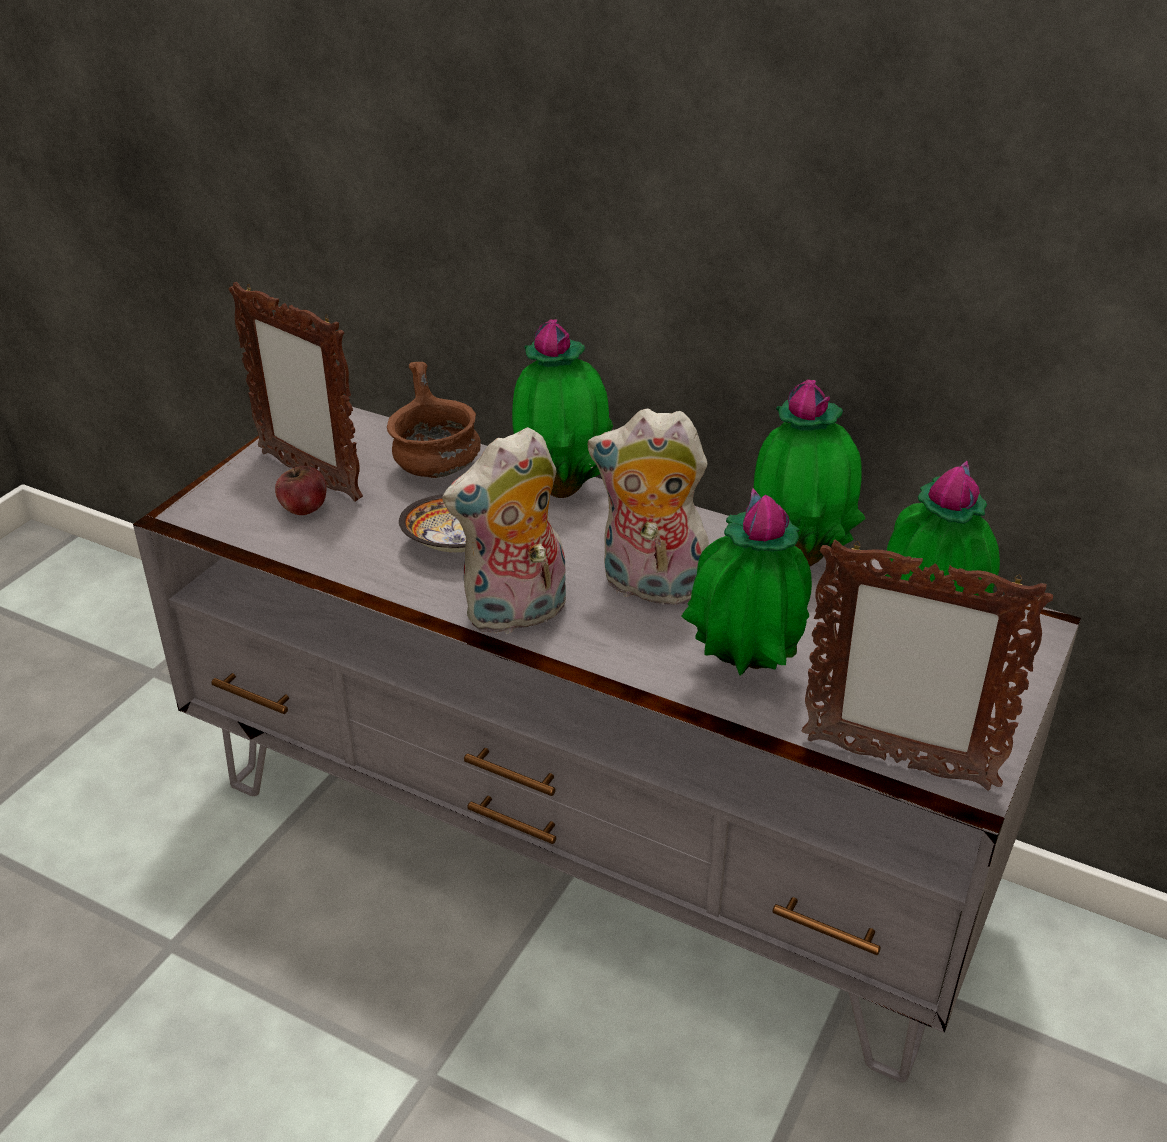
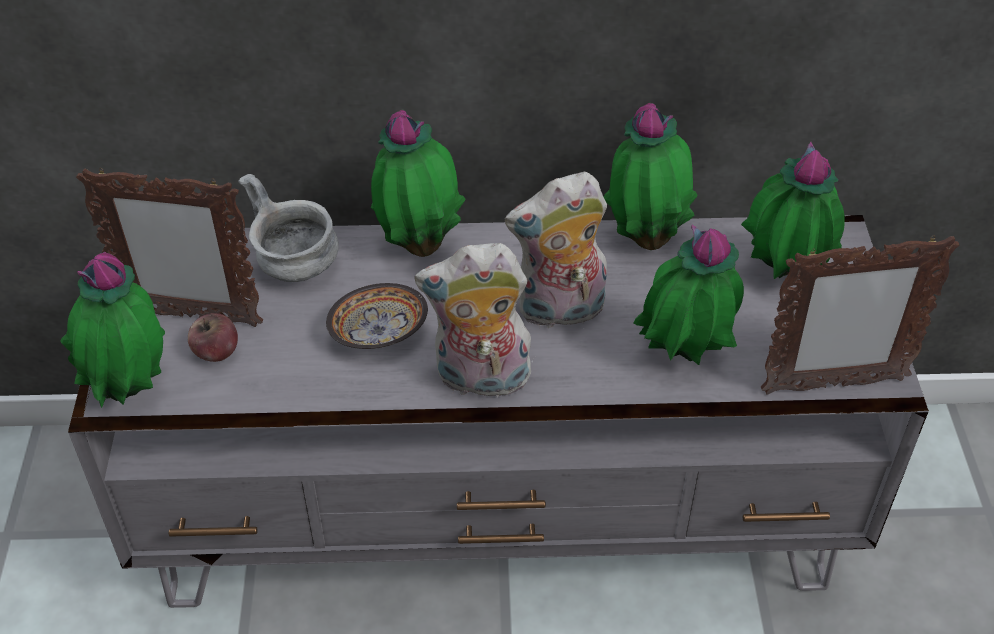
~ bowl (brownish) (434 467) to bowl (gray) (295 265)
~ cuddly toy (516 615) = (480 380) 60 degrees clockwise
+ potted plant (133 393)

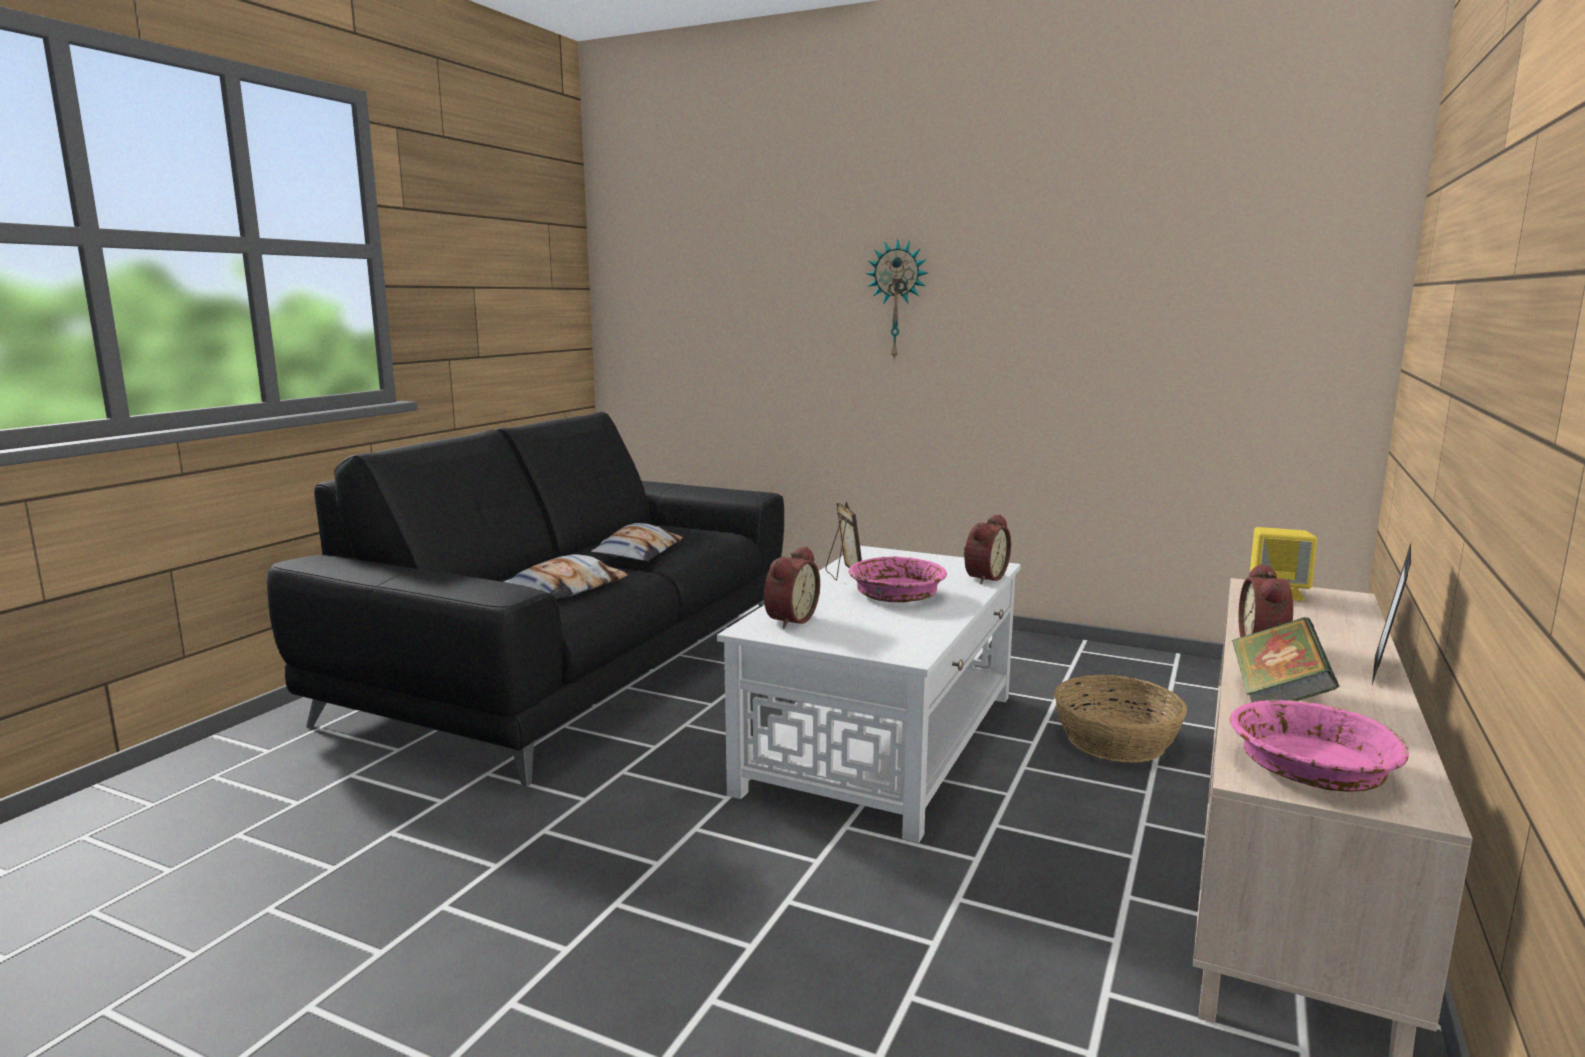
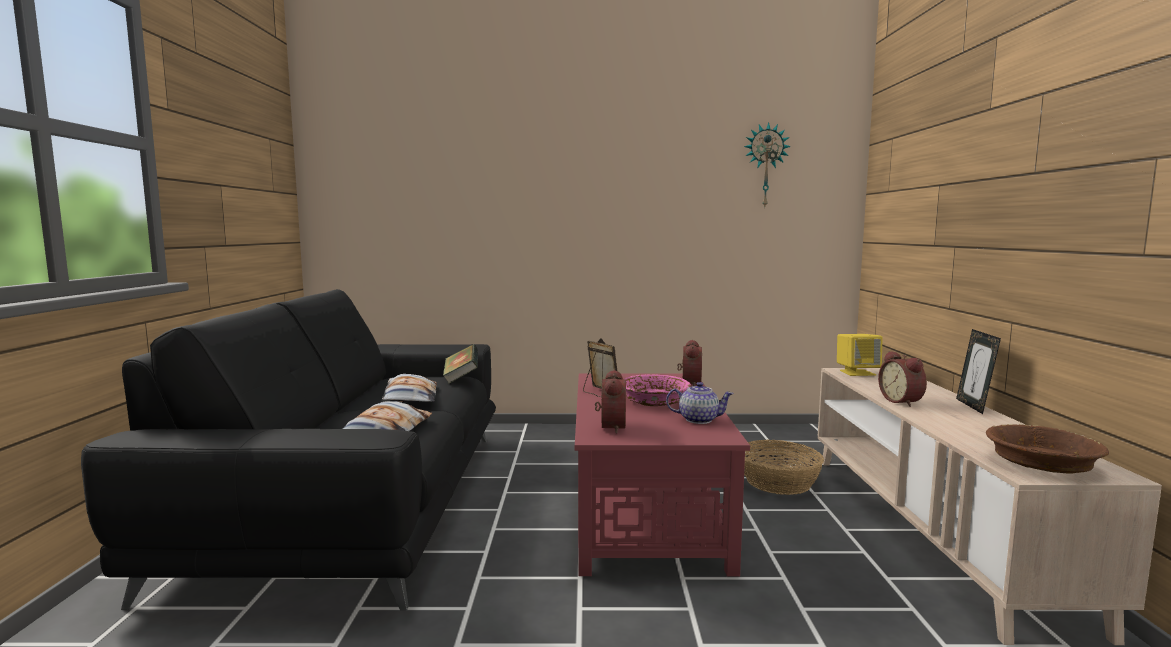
~ low table (white-coloured) (884 741) to low table (reddish) (646 510)
~ wall clock (897 300) to (765 166)
~ bowl (pinkish) (1312 770) to bowl (brownish) (1042 464)
~ bound book (1277 697) to (461 378)
+ pot for tea (698 419)

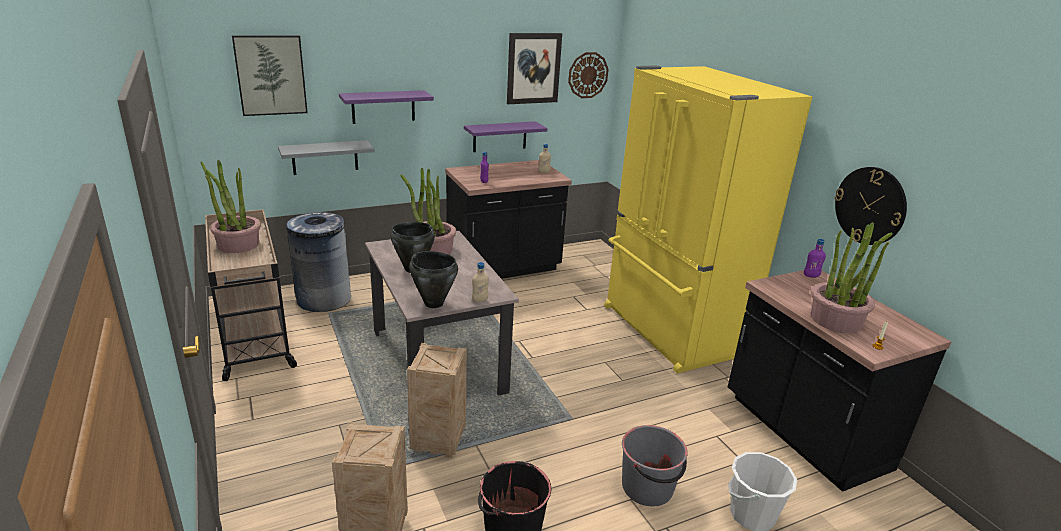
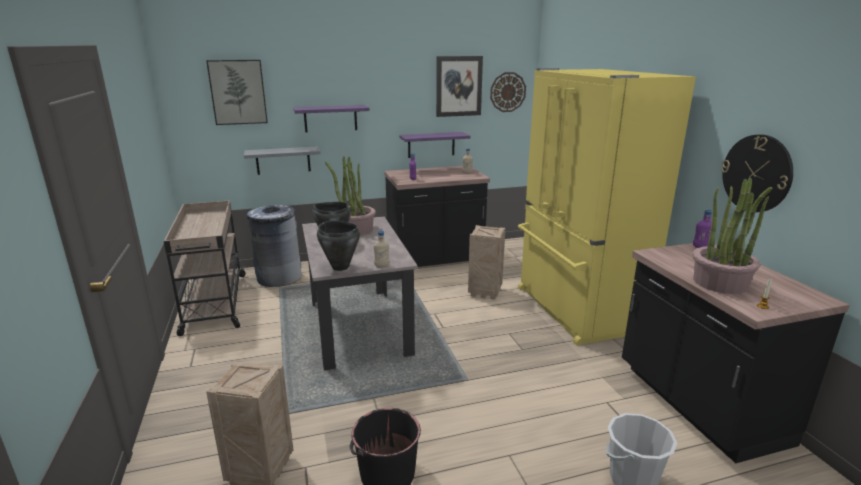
- potted plant (238 244)
~ crate (439 441) to (486 292)
- pail (gray) (648 488)

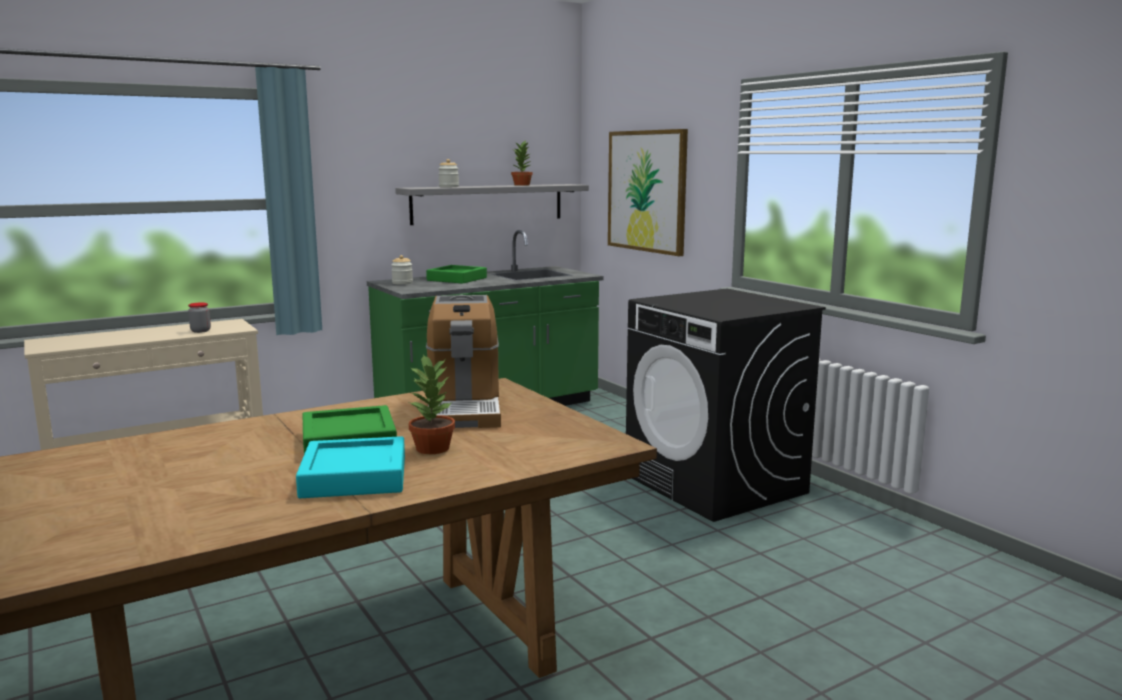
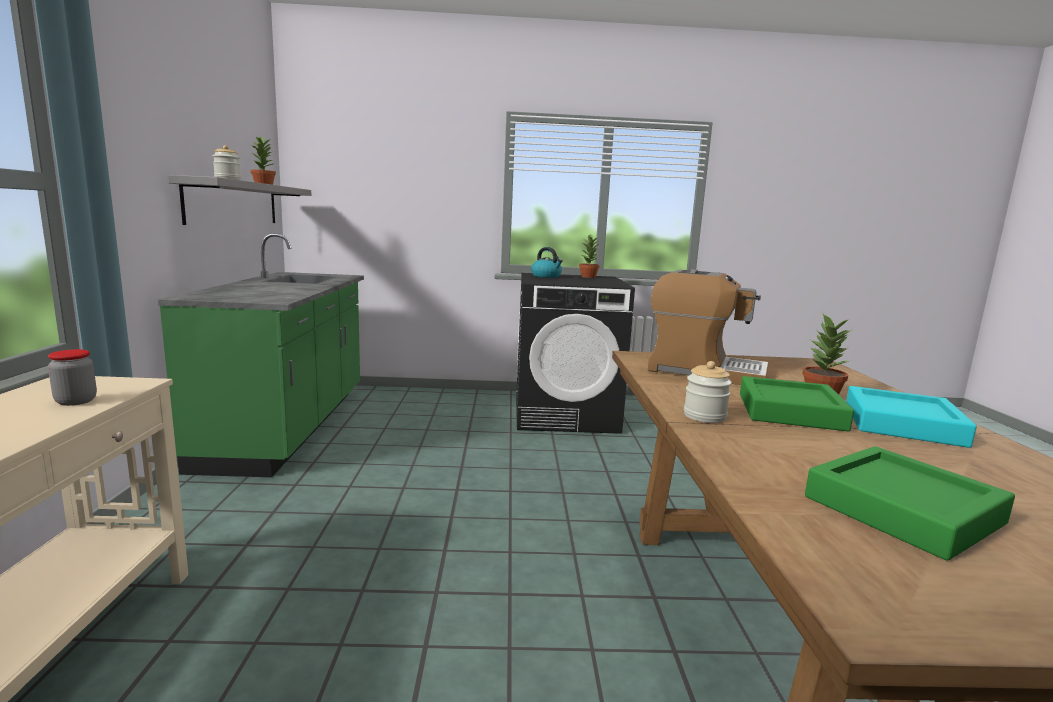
~ storage jar (402 283) to (704 416)
~ tray (green) (457 279) to (902 510)
- wall picture (647 191)
+ tea kettle (546 276)
+ potted plant (588 277)

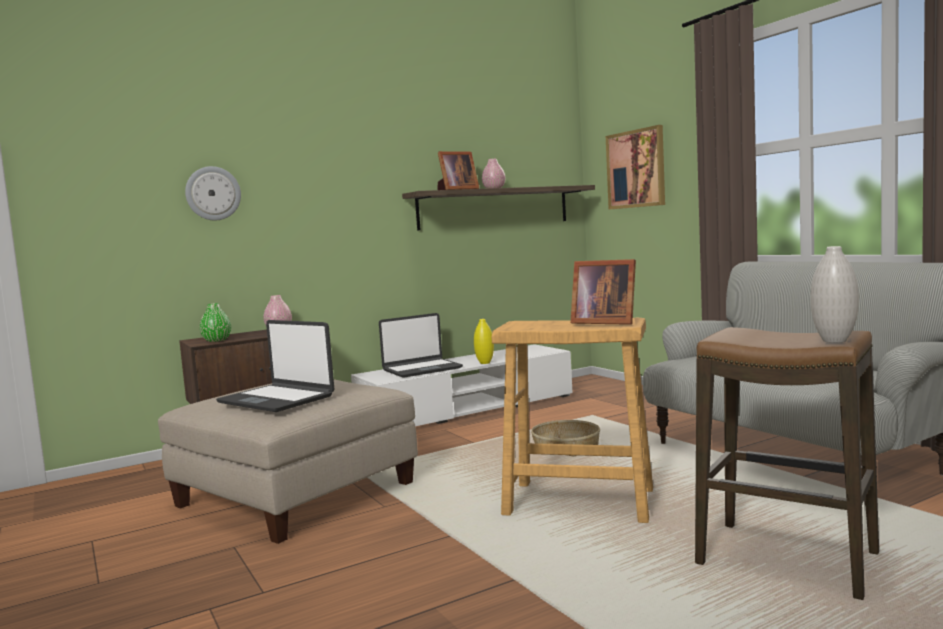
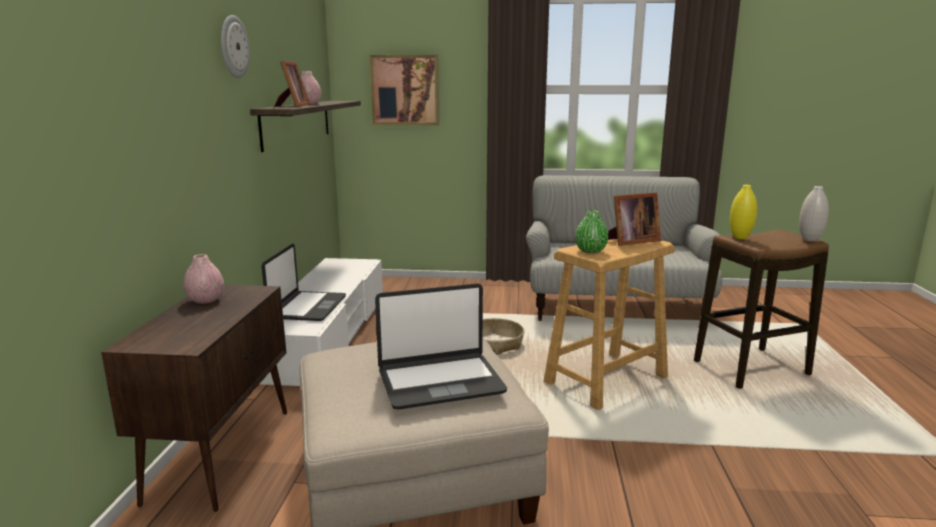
~ wall clock (213 193) to (233 47)
~ flower vase (green) (217 340) to (590 251)
~ flower vase (yellow-coloured) (485 363) to (740 237)

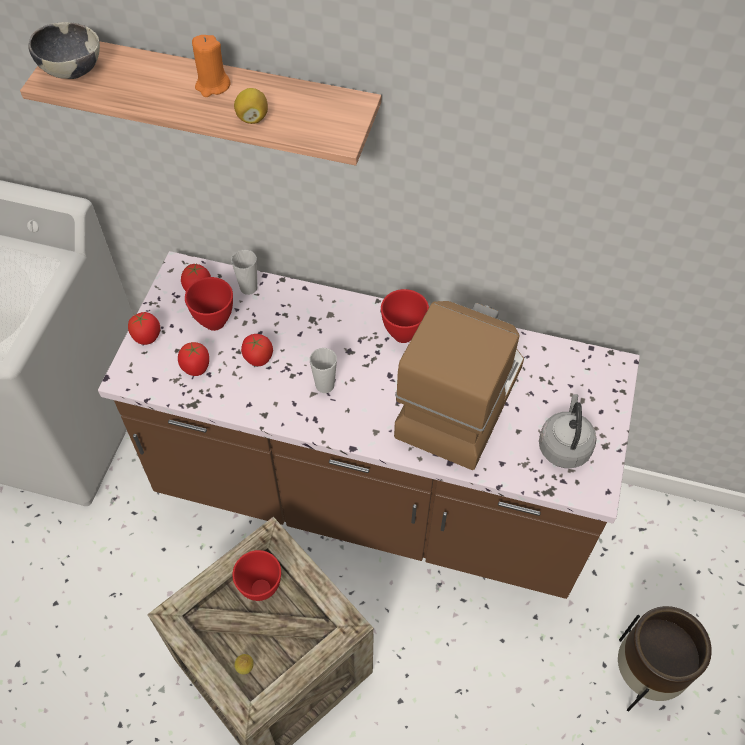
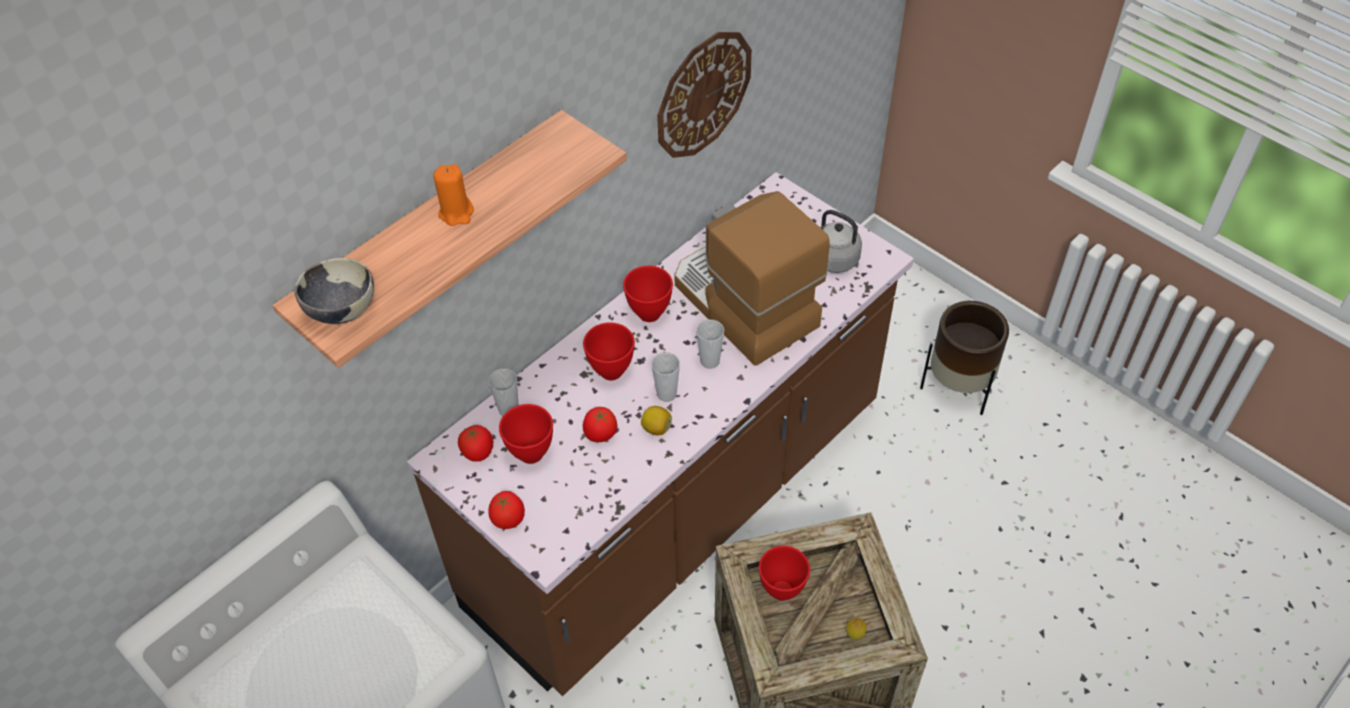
- tomato (196 367)
~ lemon (252 118) to (656 428)
+ bowl (reddish) (612 370)
+ wall clock (703 94)
+ drinking cup (710 361)

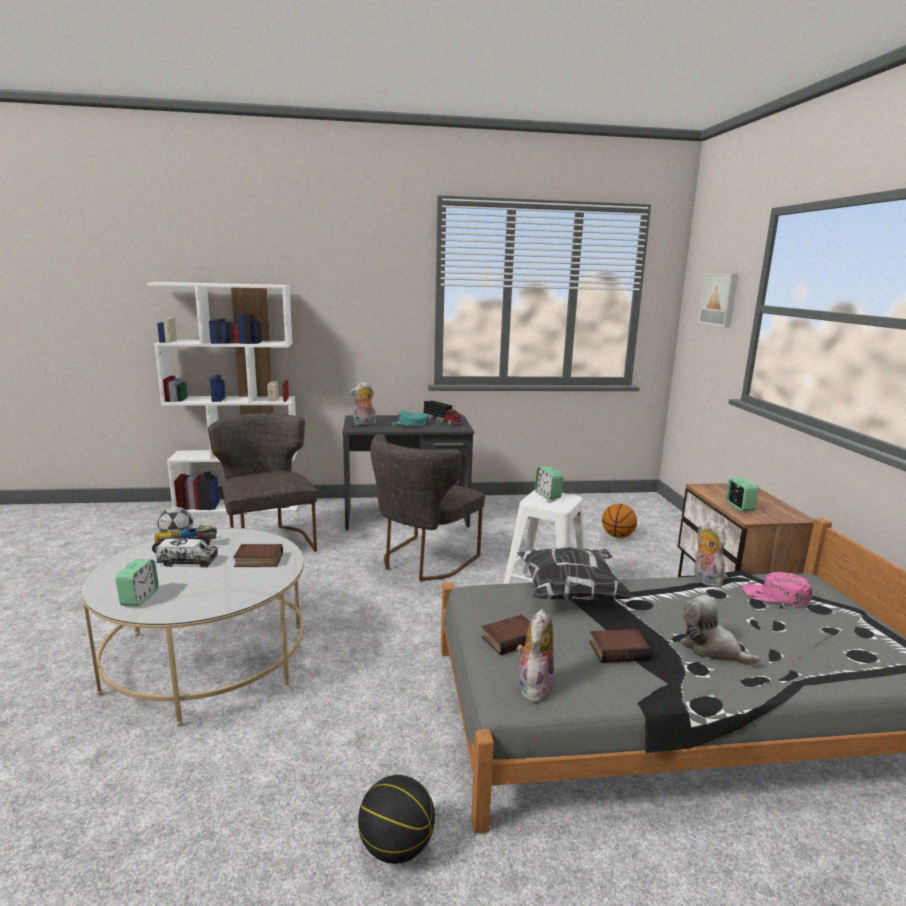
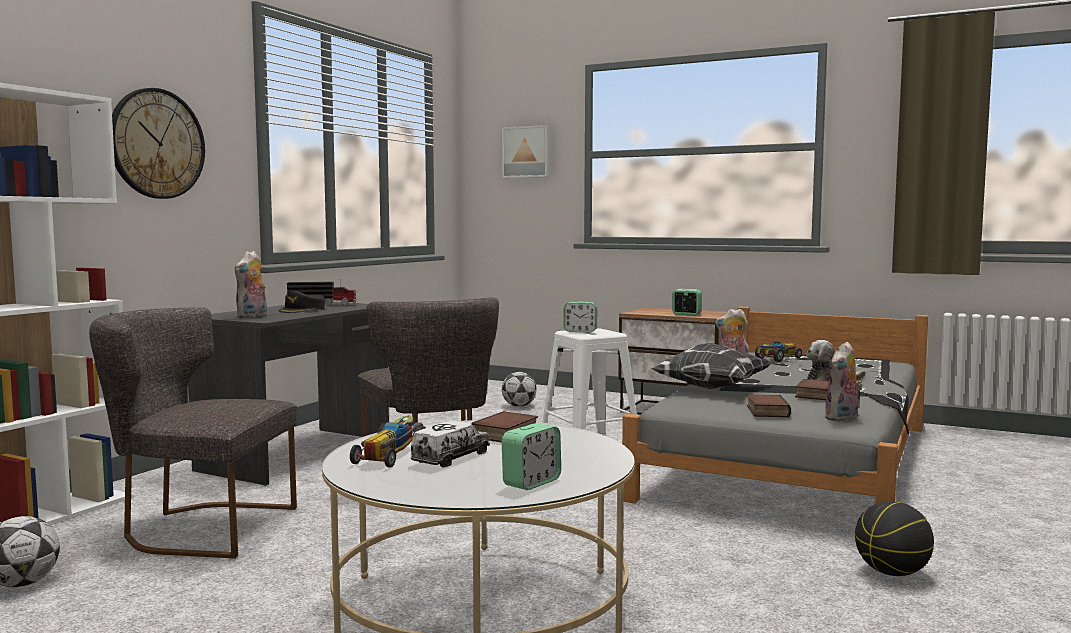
~ bedside clock (139 598) = (531 482) 90 degrees clockwise
~ cap (turquoise-coloured) (410 423) to cap (black) (302 310)
~ cuddly toy (533 686) = (842 418) 105 degrees counterclockwise
~ basketball ball (617 536) to ball for football (519 406)
~ cap (pinkish) (775 595) to model car (777 358)
+ wall clock (157 144)

